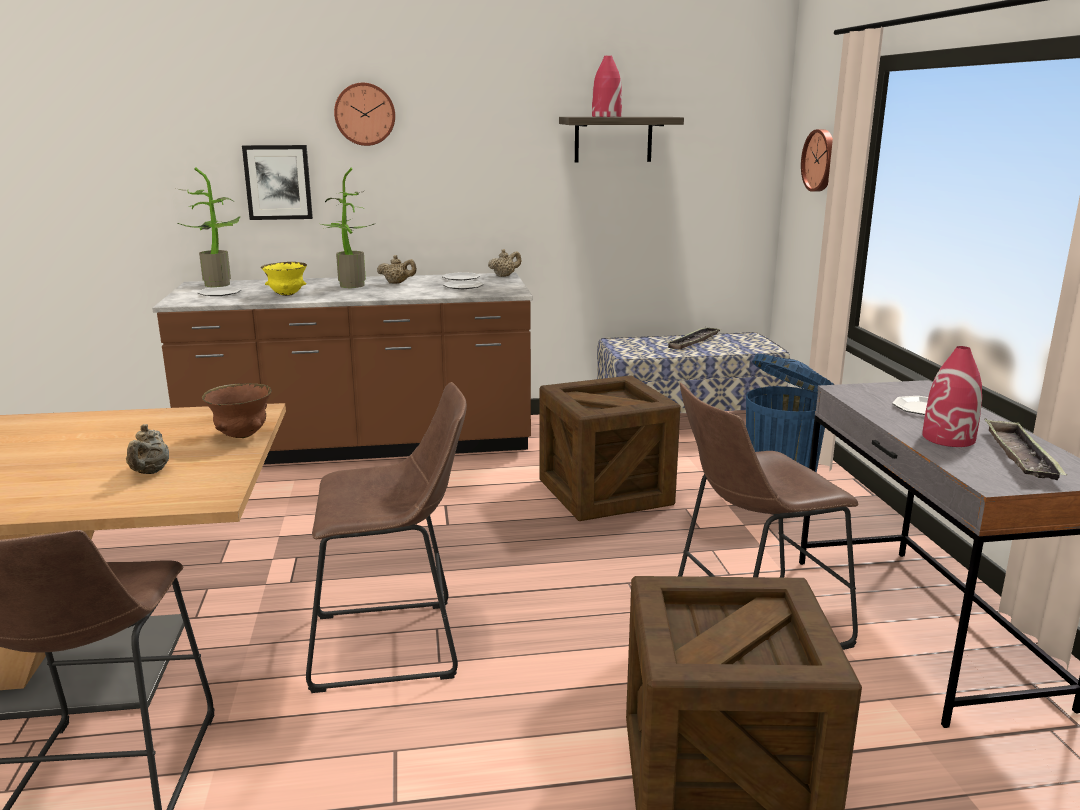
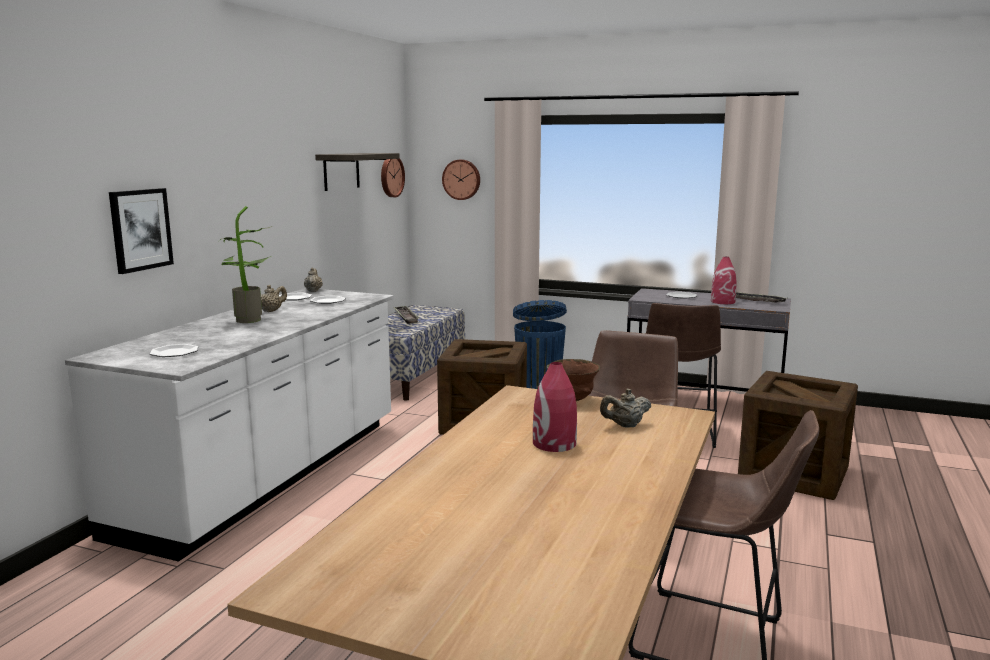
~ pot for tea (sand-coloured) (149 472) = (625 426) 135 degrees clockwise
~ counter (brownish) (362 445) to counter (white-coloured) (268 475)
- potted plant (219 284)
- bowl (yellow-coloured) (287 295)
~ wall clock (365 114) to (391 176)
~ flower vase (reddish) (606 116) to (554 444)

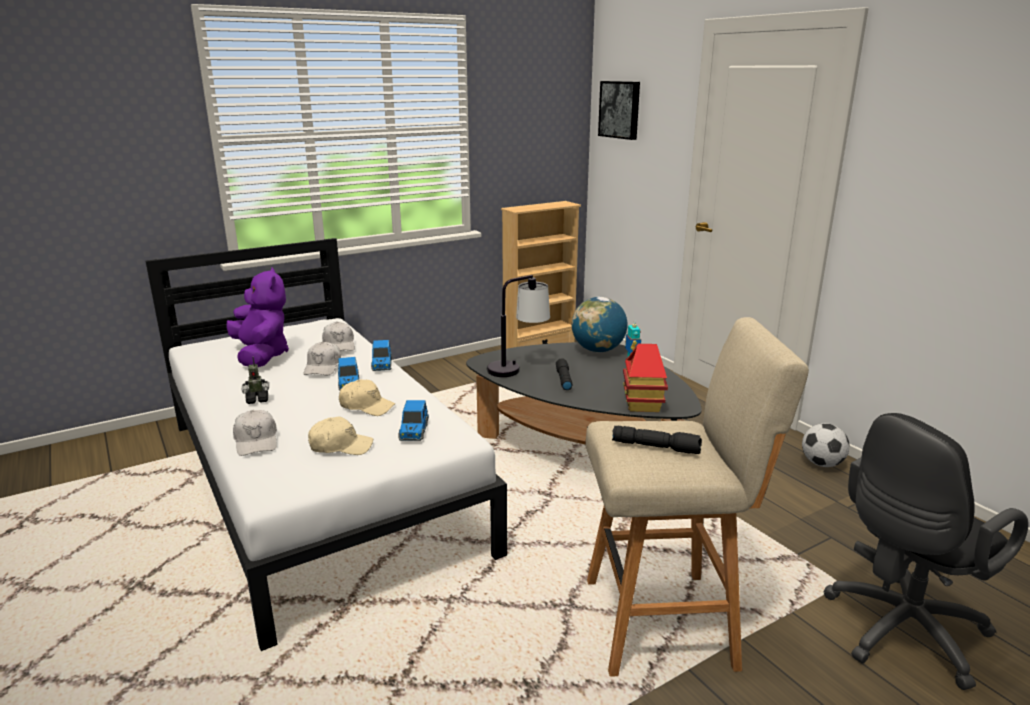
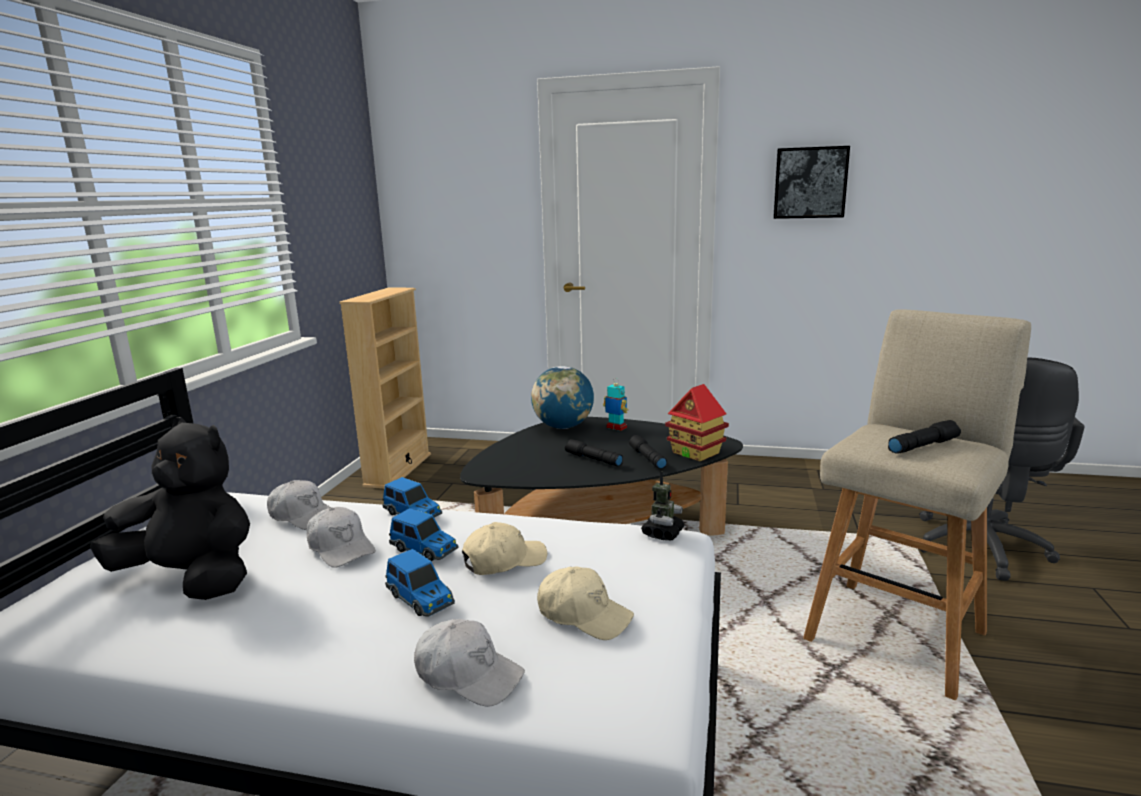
~ cuddly toy (purple) (261 356) to cuddly toy (black) (193 578)
~ robot figure (257 400) to (662 533)
~ cap (sand-coloured) (340 446) = (584 615) 75 degrees clockwise
~ model car (414 432) to (421 599)
- lamp for a table (517 368)
~ wall picture (620 109) to (810 183)
- ball for football (821 464)
+ torch (black) (647 458)

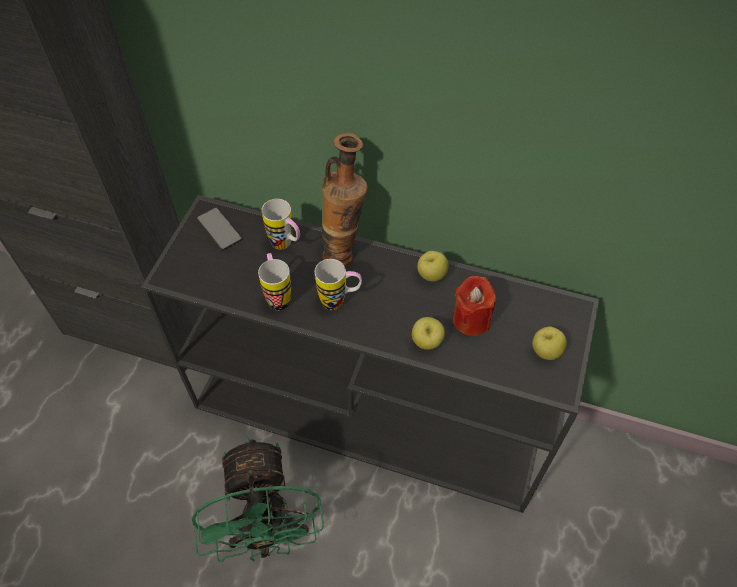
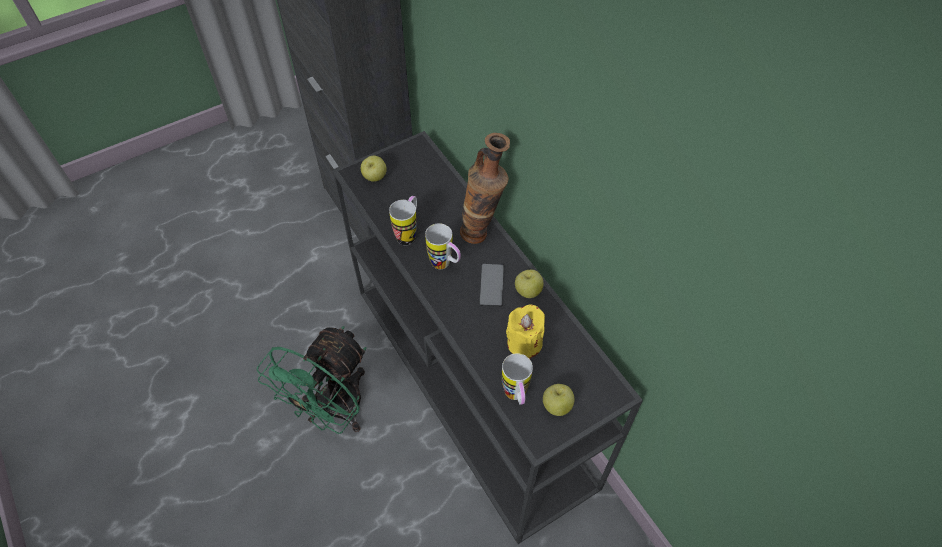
~ handset (219 229) to (491 285)
~ tea mug (286 245) to (516 397)
~ apple (427 342) to (375 177)
~ wax light (reddish) (471 319) to wax light (yellow-coloured) (524 343)

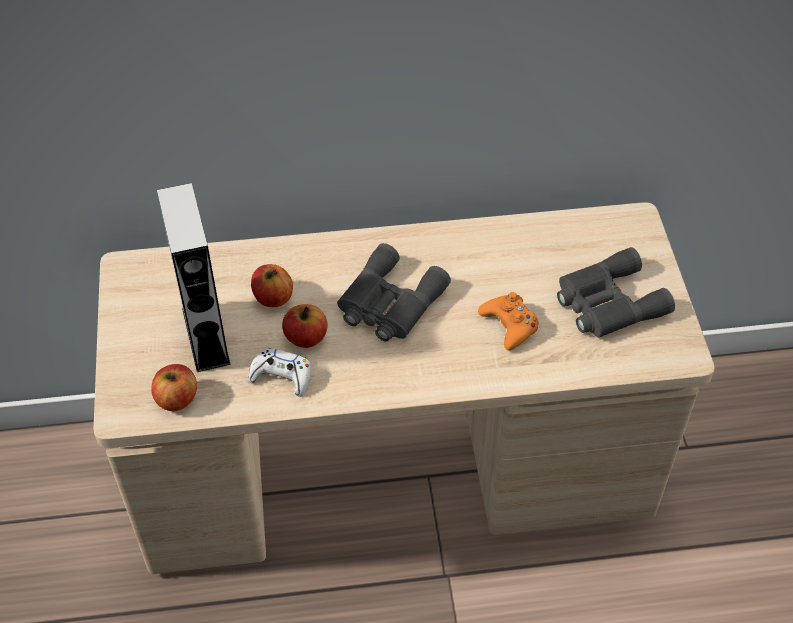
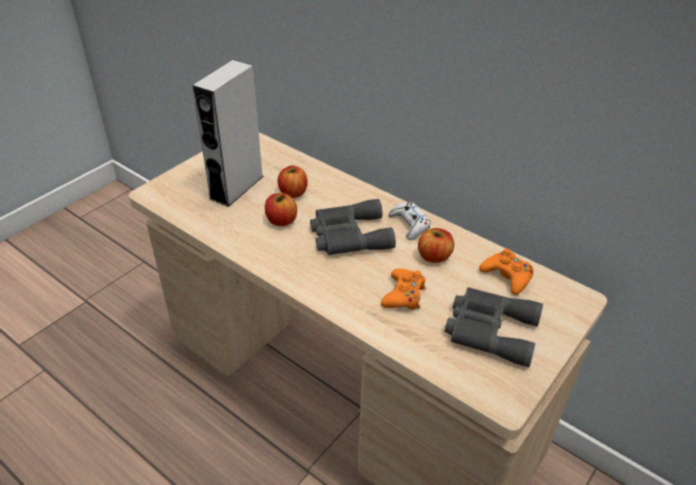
~ apple (176 399) to (434 256)
~ gamepad (white-coloured) (282 376) to (409 225)
+ gamepad (orangey) (507 276)

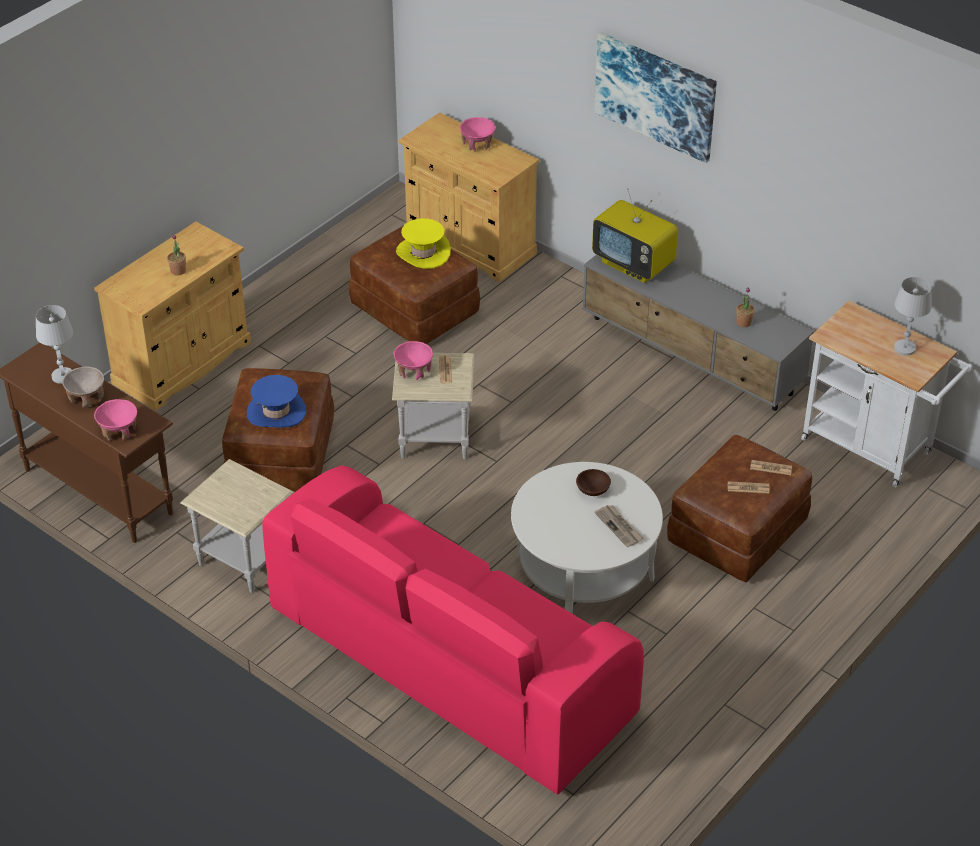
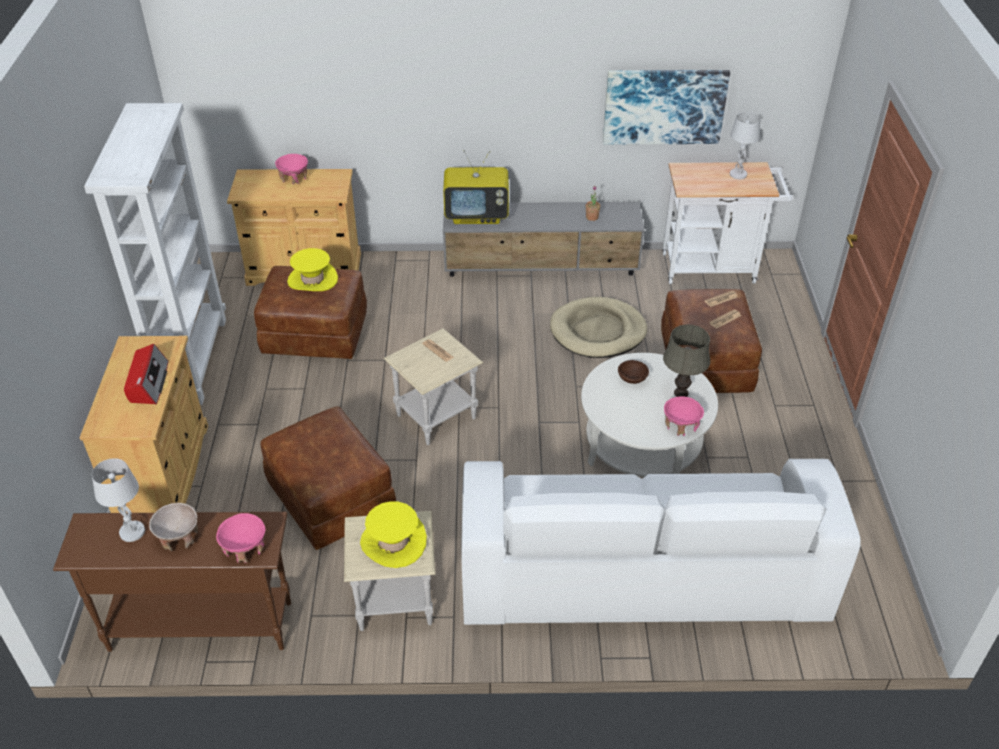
~ potted plant (178 271) to radio set (148 383)
- clothing hat (bluish) (276 412)
~ settee (pinkish) (449 662) to settee (white-coloured) (640 575)
~ bowl (pinkish) (413 371) to (680 425)
~ wall picture (655 96) to (664 106)
~ newspaper (619 527) to lamp for a table (gray) (681 393)
+ bookcase (white-coloured) (192 360)
+ clothing hat (yellow-coloured) (393 542)
+ dog cushion (sand-coloured) (598 331)

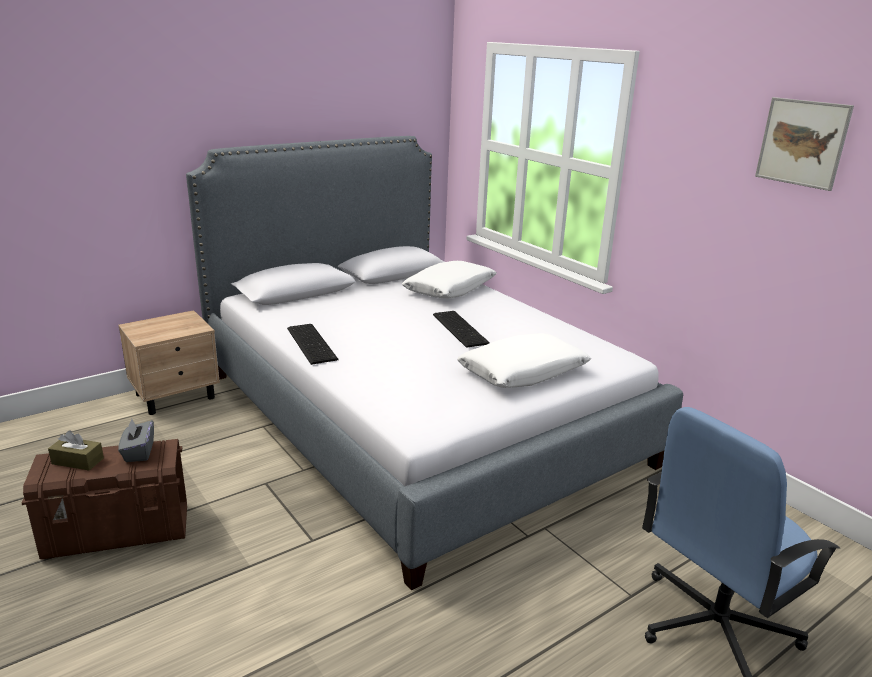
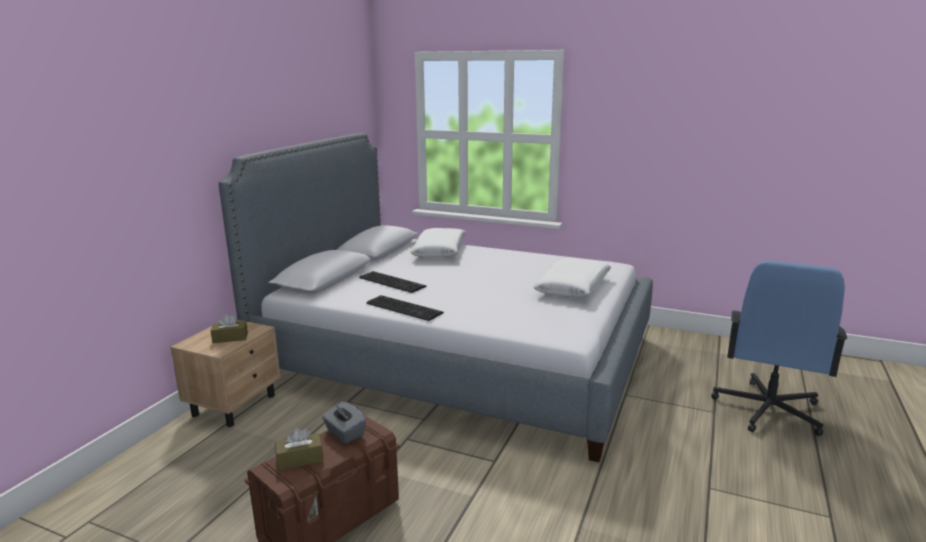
~ PC keyboard (461 328) to (392 281)
- wall picture (802 143)
+ tissue holder (brownish) (230 338)

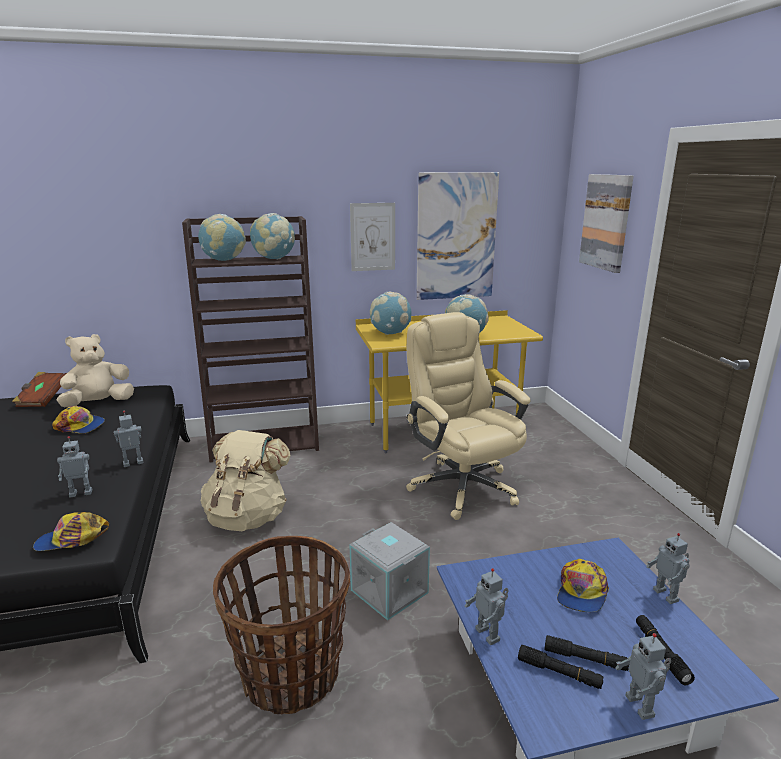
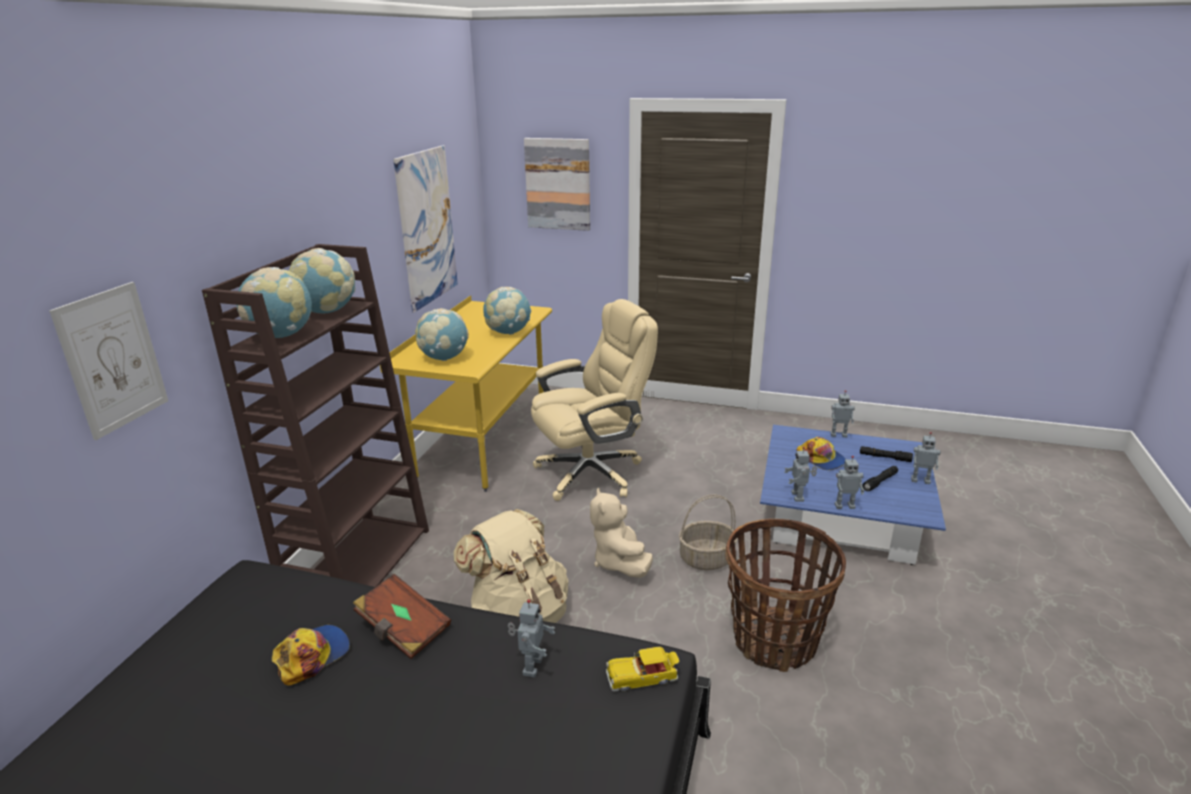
~ bound book (brownish) (42 399) to (403 629)
~ cap (71 540) to model car (643 677)
~ cuddly toy (sand-coloured) (98 403) to (619 562)
~ robot figure (133 464) to (798 497)
~ wall picture (372 237) to (113 359)
~ storage container (gray) (390 591) to storage basket (707 558)
~ computer chair (sand-coloured) (461 486) = (591 473) 150 degrees clockwise
- torch (black) (559 673)

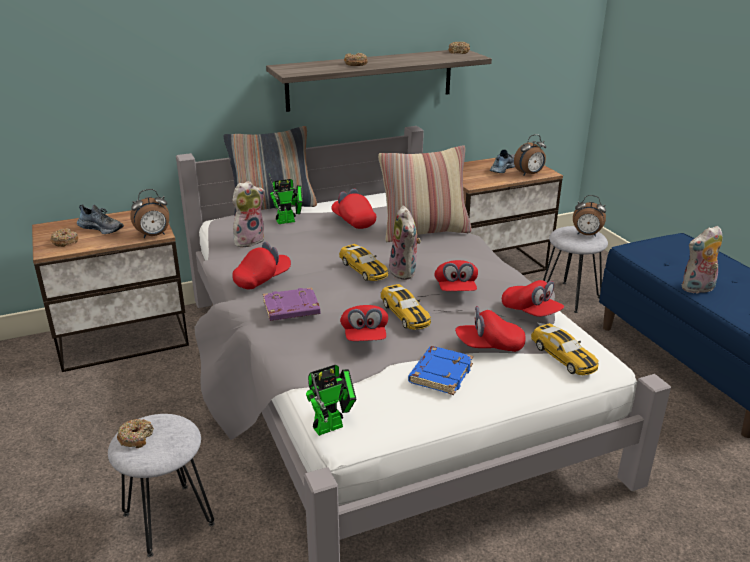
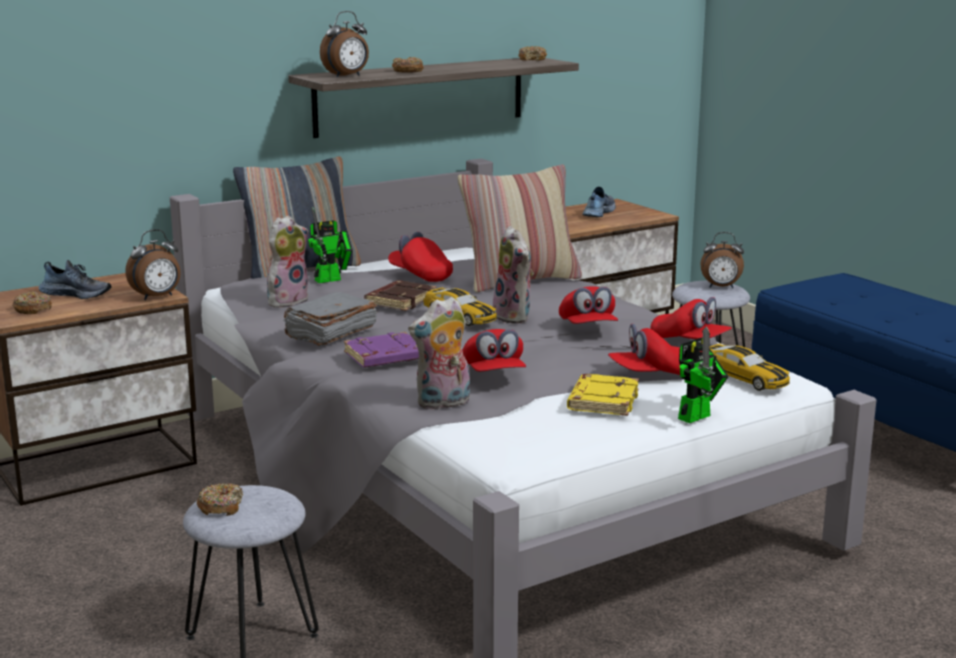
~ cap (reddish) (262 279) to bound book (gray) (330 333)
~ robot figure (332 426) to (698 415)
- model car (405 314)
~ bound book (bluish) (440 373) to bound book (yellow-coloured) (602 401)
~ bedside clock (529 174) to (347 76)
~ cuddly toy (697 289) to (443 404)
+ bound book (brownish) (400 301)

